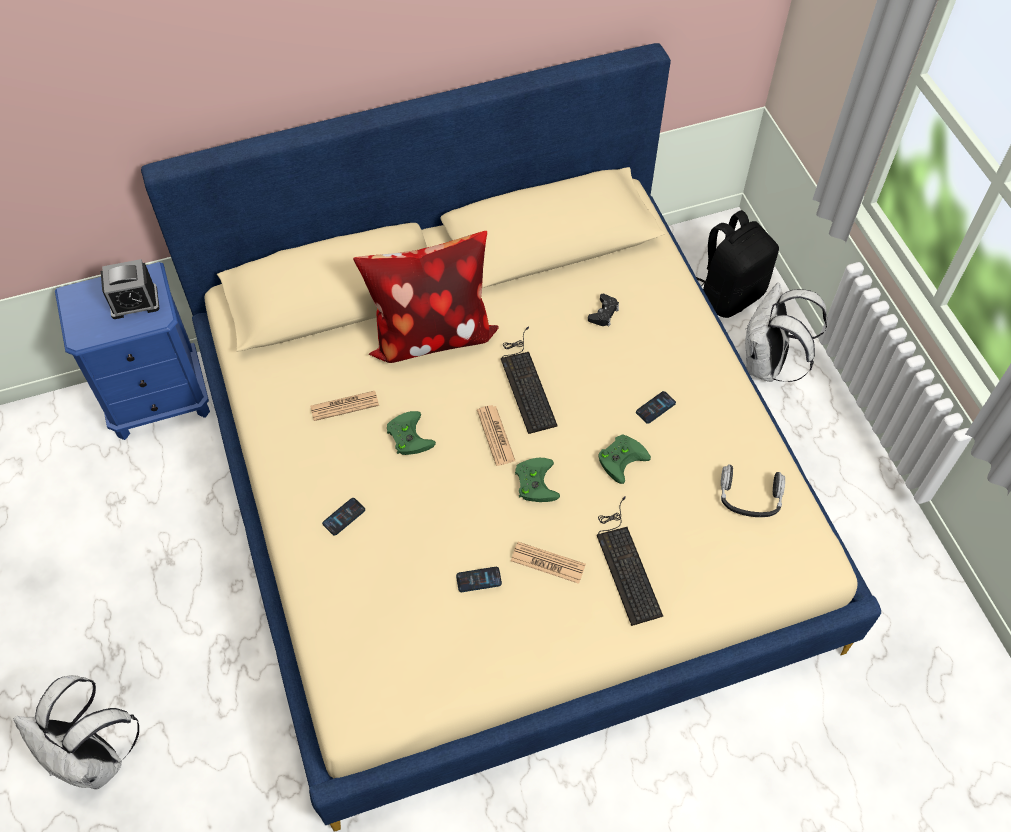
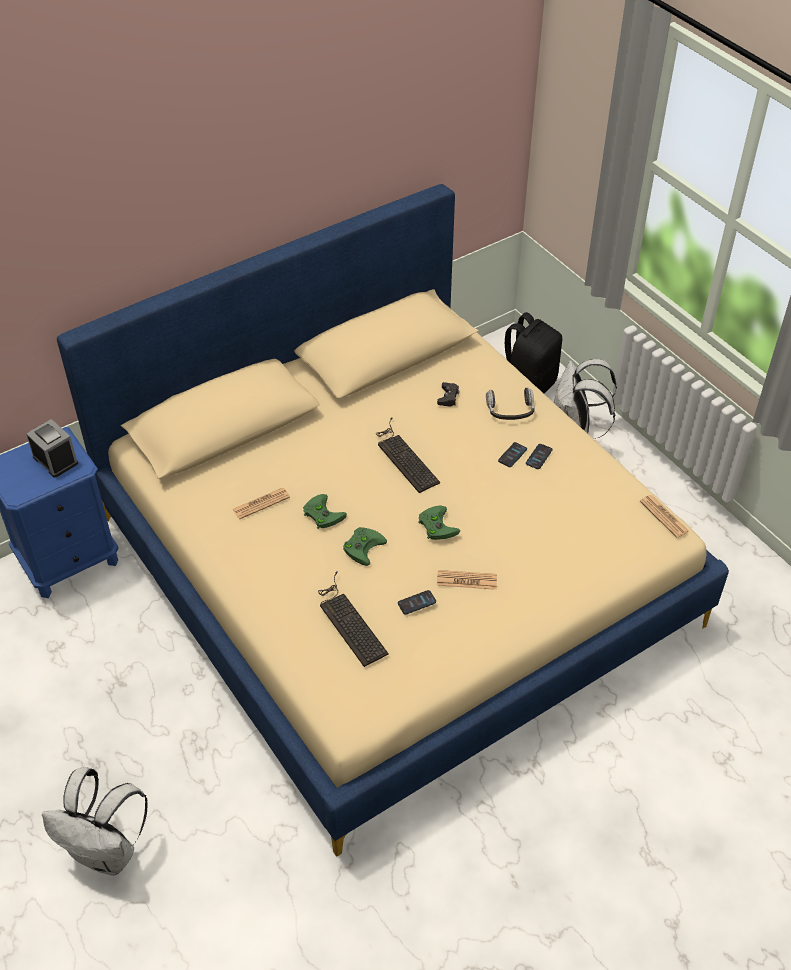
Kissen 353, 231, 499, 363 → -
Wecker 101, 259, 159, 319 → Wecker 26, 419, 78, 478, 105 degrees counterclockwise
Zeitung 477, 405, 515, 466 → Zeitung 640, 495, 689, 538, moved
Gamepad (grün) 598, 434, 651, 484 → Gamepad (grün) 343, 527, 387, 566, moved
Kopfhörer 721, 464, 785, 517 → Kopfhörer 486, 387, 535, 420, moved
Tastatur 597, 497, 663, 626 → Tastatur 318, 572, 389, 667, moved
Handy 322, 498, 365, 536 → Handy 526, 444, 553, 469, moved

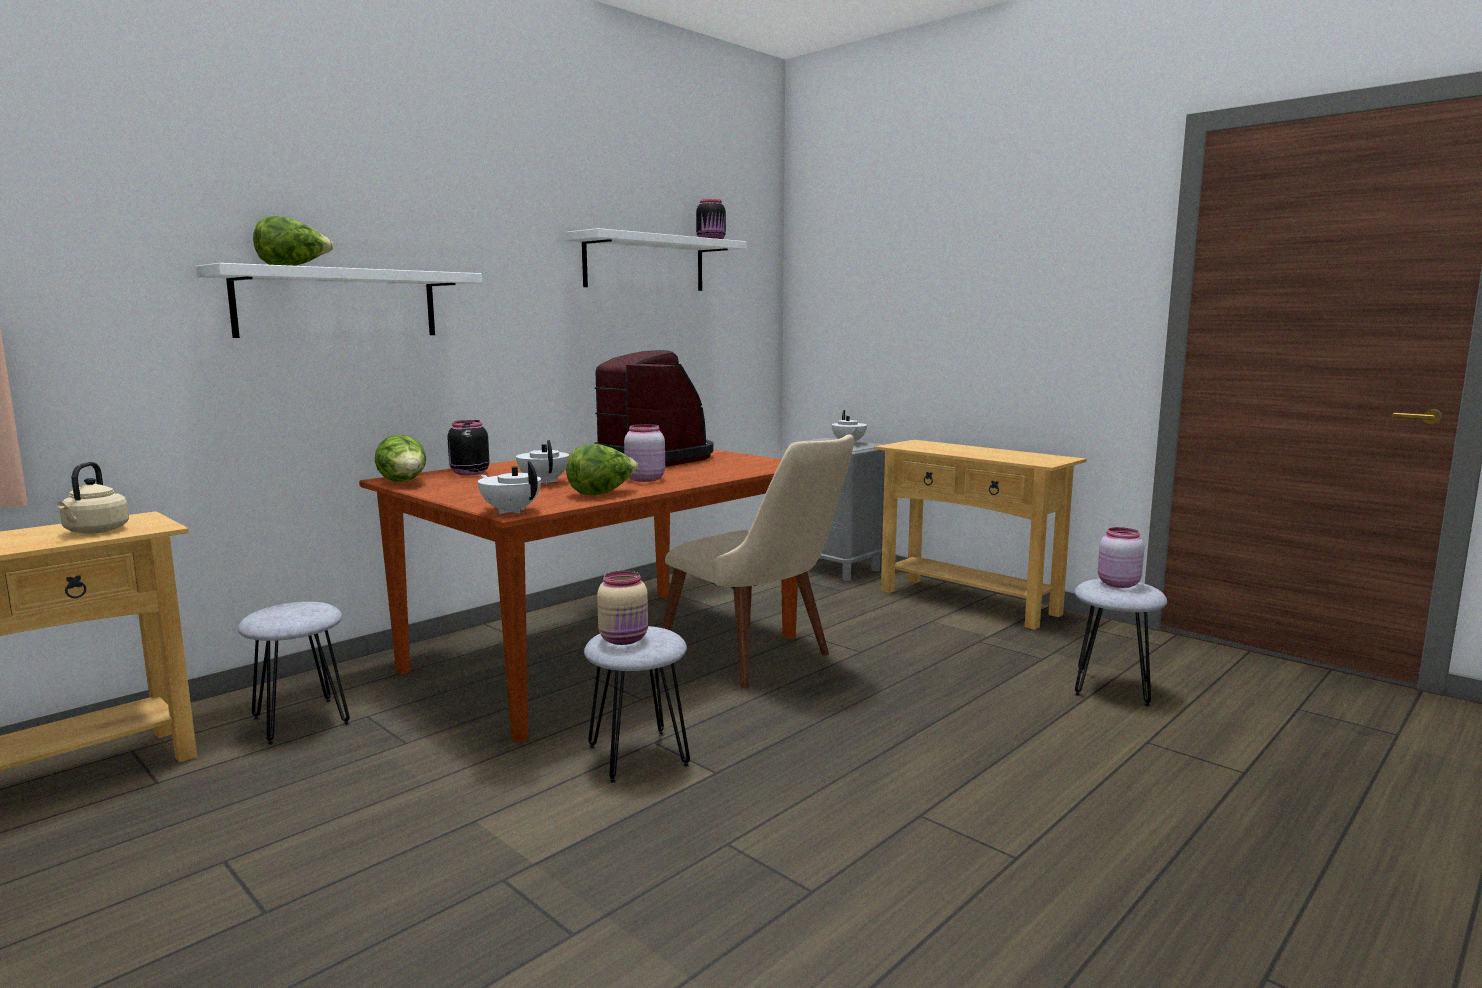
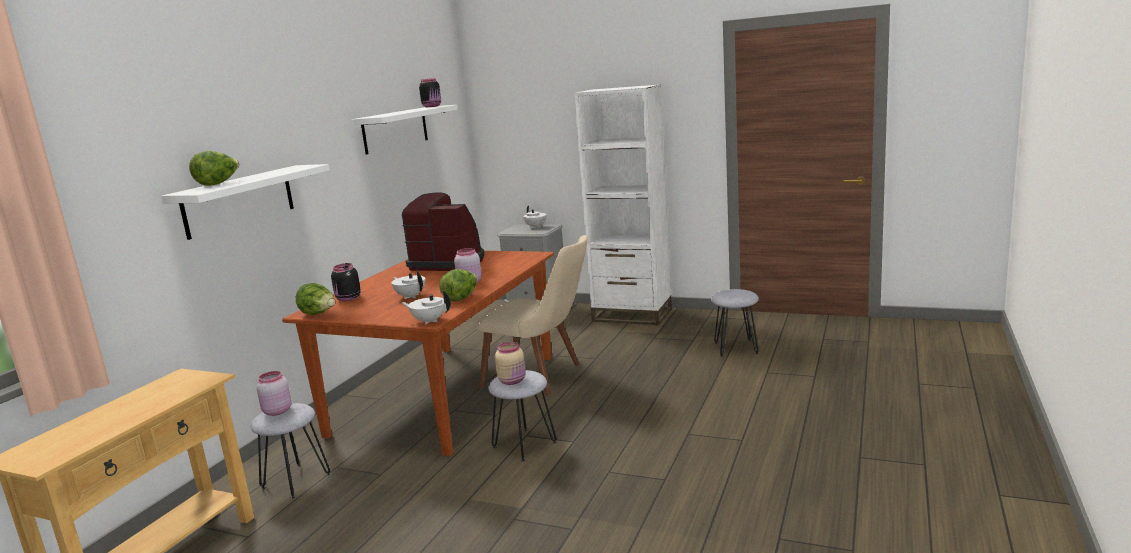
Konsolentisch (beige) 874, 440, 1087, 630 → Bücherregal (weiß) 574, 85, 672, 325
Wasserkessel (beige) 57, 462, 129, 534 → -
Vorratsglas (rosa) 1098, 527, 1144, 588 → Vorratsglas (rosa) 256, 371, 292, 416, moved

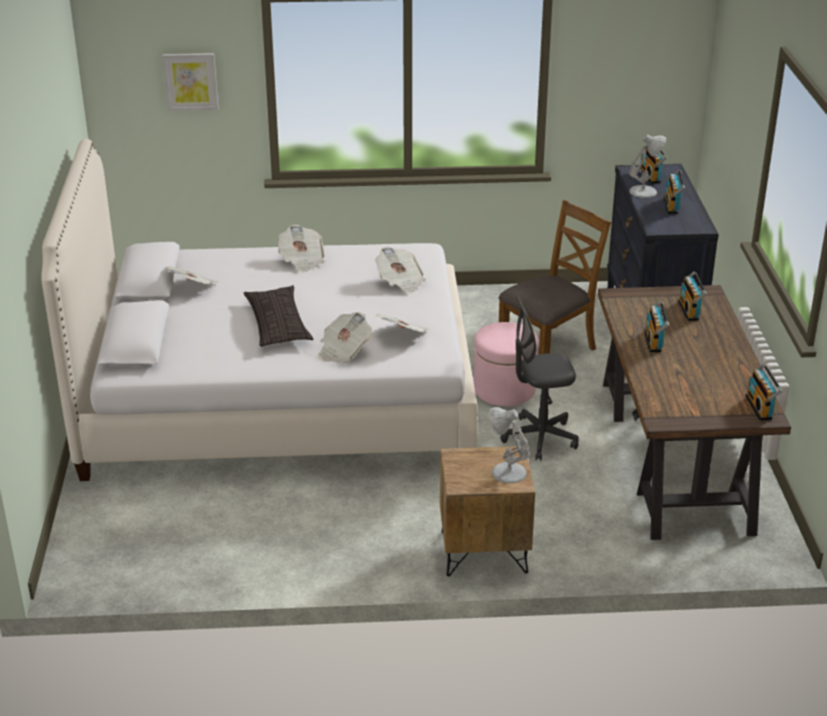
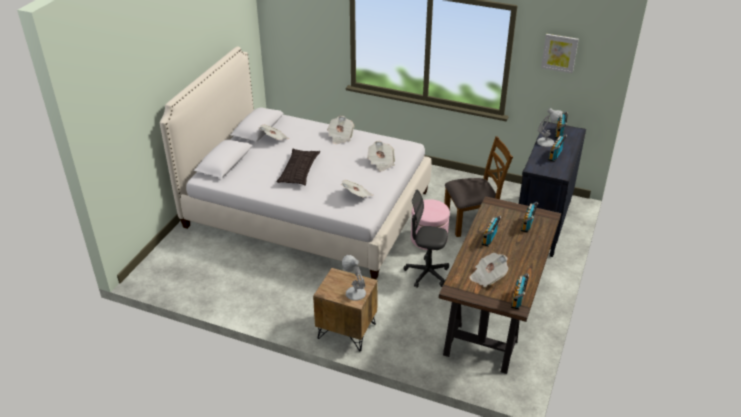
Bild 162, 53, 218, 111 → Bild 541, 34, 579, 73, moved
Zeitung 317, 312, 372, 363 → Zeitung 469, 253, 508, 287, moved

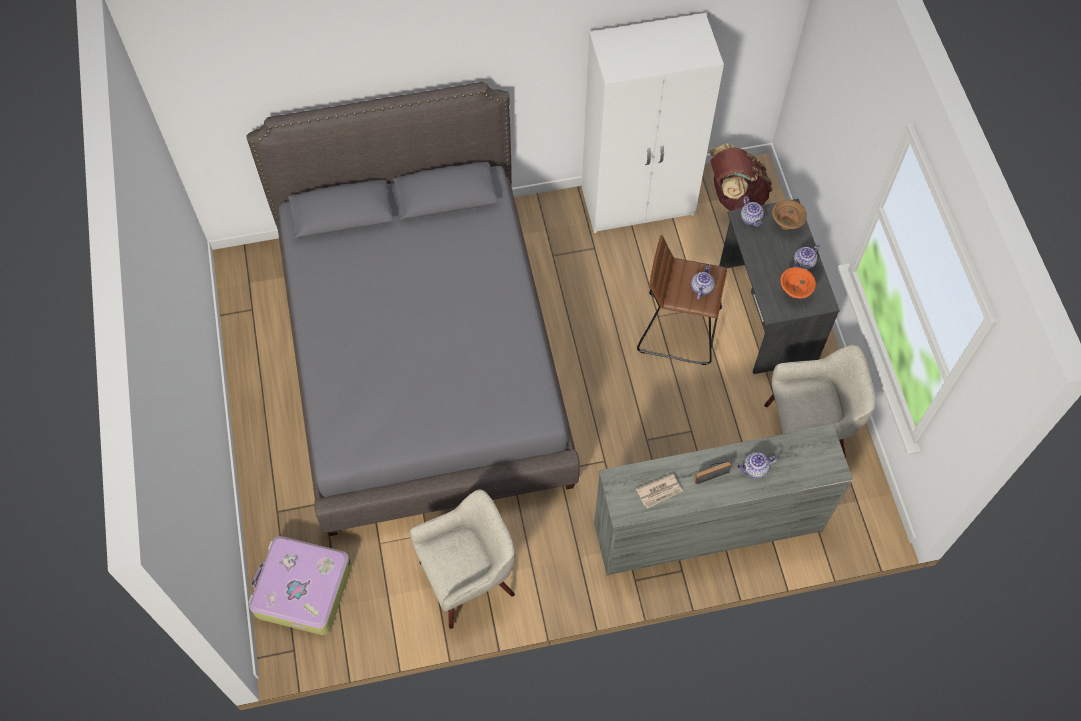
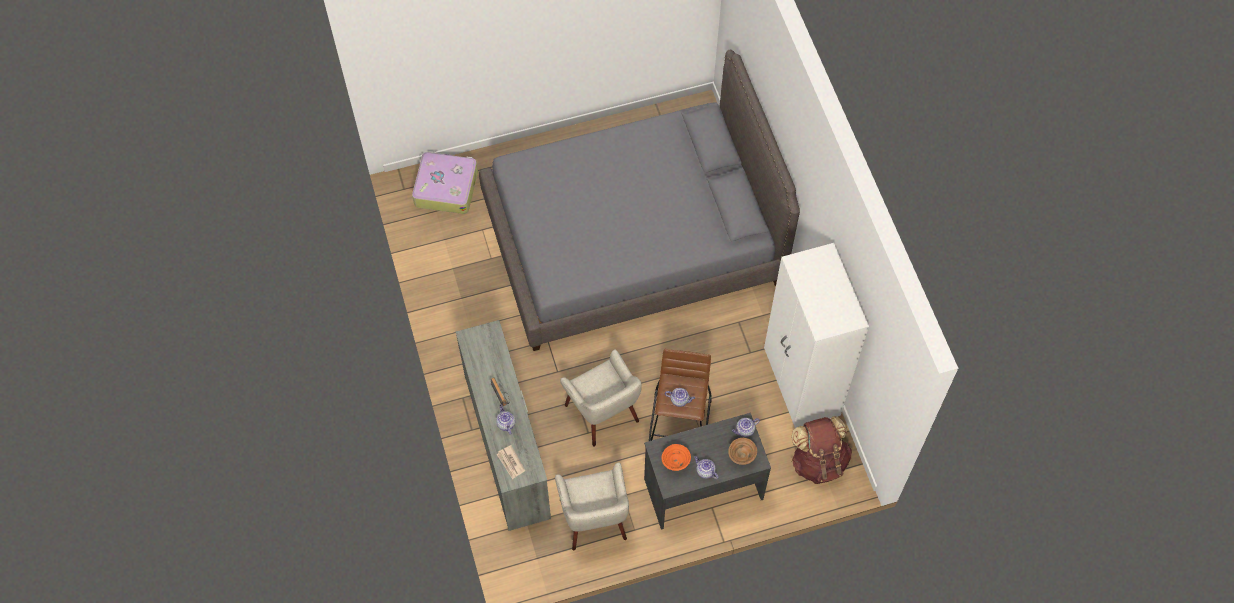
Zeitung 636, 473, 683, 509 → Zeitung 497, 445, 525, 479, moved
Sessel (beige) 410, 490, 515, 629 → Sessel (beige) 560, 349, 642, 447, moved

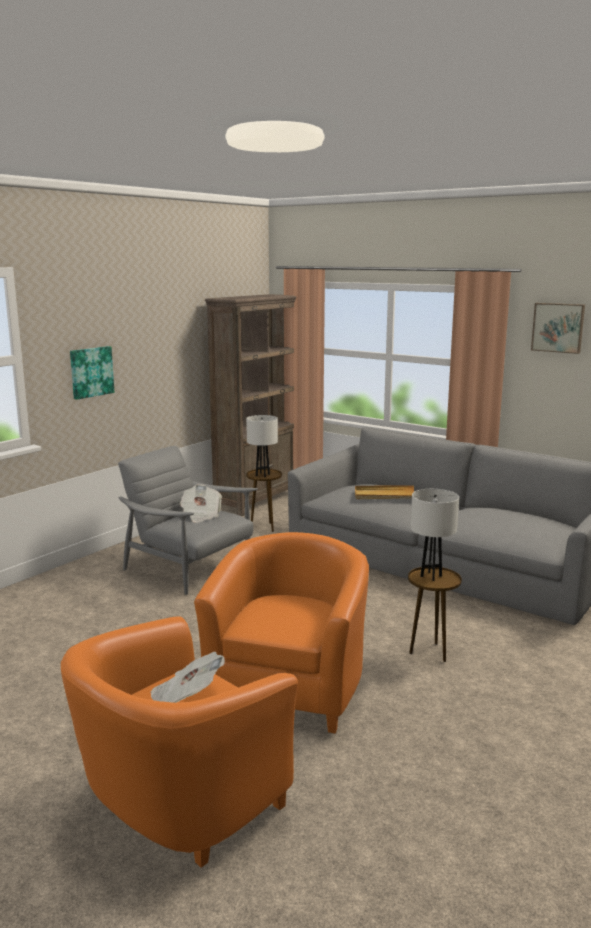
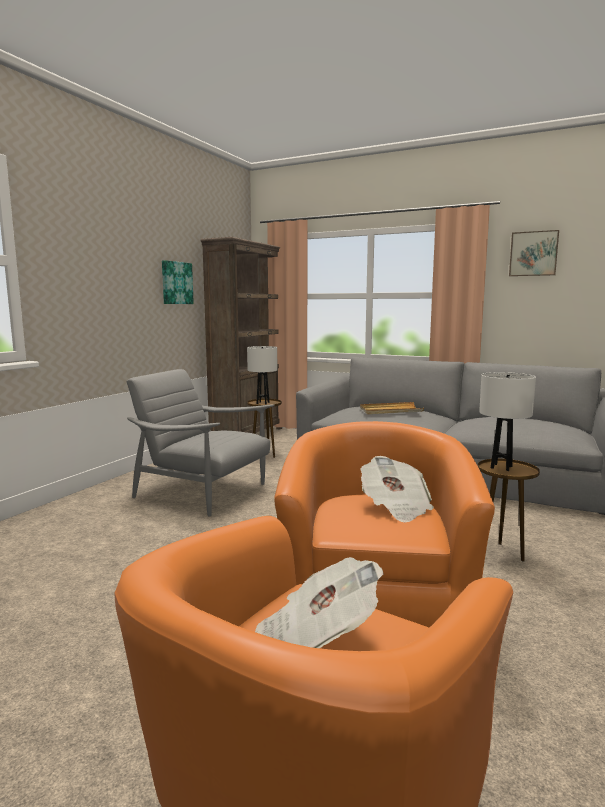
Bild 70, 346, 114, 400 → Bild 162, 260, 194, 304, moved
Zeitung 180, 484, 222, 523 → Zeitung 360, 456, 434, 523, moved

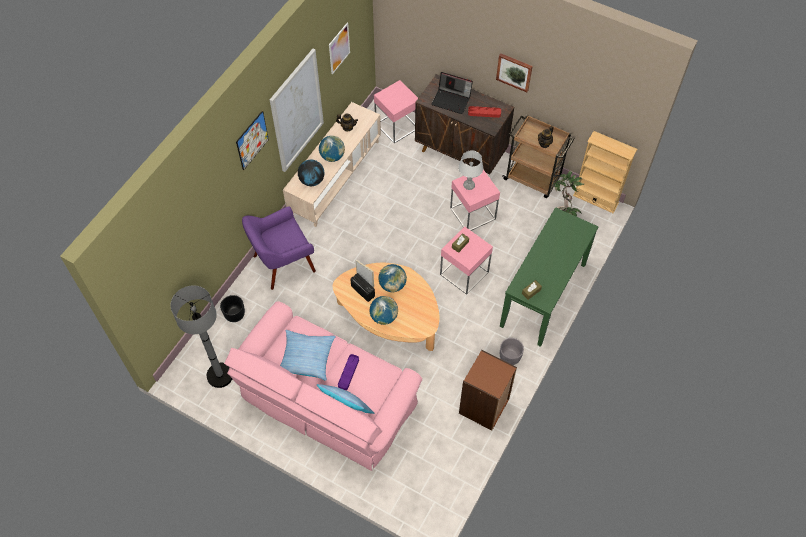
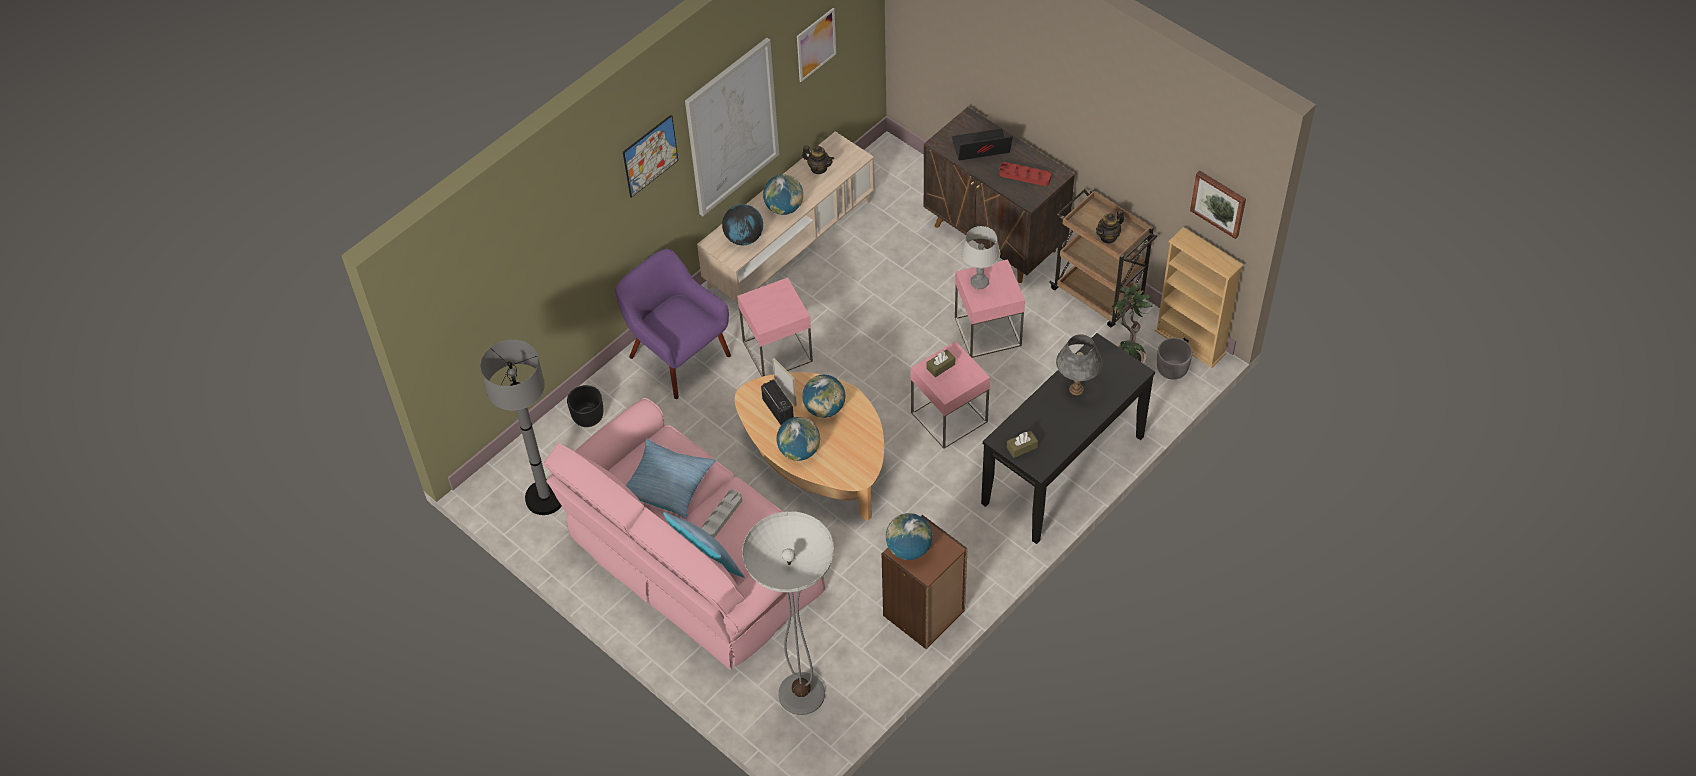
Bild 496, 53, 533, 92 → Bild 1190, 170, 1246, 239, moved
Laptop 431, 72, 473, 114 → Laptop 952, 129, 1013, 160, 135 degrees clockwise
Beistelltisch (rosa) 374, 80, 418, 143 → Beistelltisch (rosa) 737, 277, 813, 377, moved
Sessel (lila) 242, 206, 316, 290 → Sessel (lila) 616, 249, 731, 399, 60 degrees clockwise
Konsolentisch (grün) 500, 207, 598, 347 → Konsolentisch (schwarz) 981, 333, 1155, 544
Pflanzkübel (grau) 500, 338, 524, 365 → Pflanzkübel (grau) 1157, 338, 1193, 380, moved
Tablett (lila) 338, 354, 359, 390 → Tablett (grau) 701, 490, 742, 538
- → Tischlampe (grau) 1056, 334, 1103, 395
- → Stehlampe 742, 511, 834, 715
- → Globus 886, 513, 933, 560

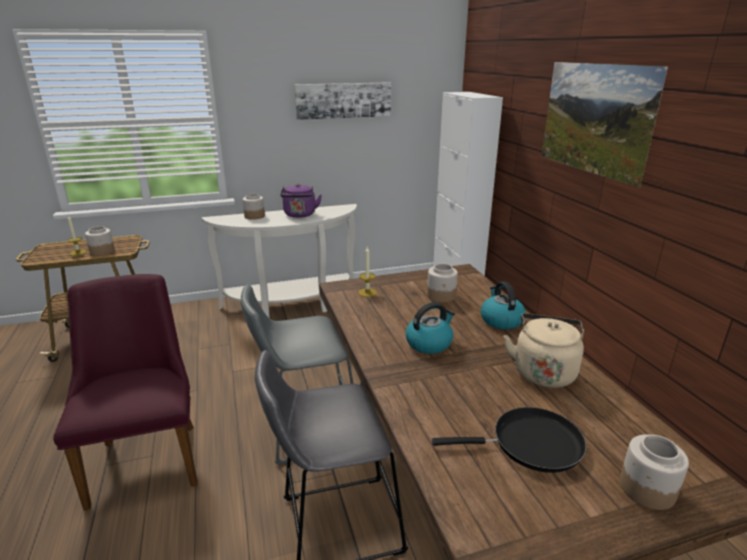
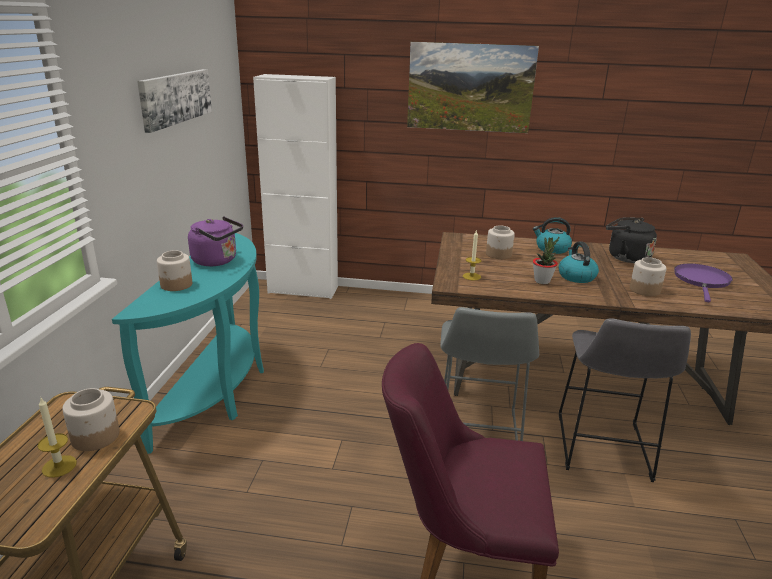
Konsolentisch (weiß) 202, 204, 357, 317 → Konsolentisch (türkis) 112, 233, 264, 454
Wasserkessel (beige) 504, 313, 584, 388 → Wasserkessel (schwarz) 606, 218, 657, 263
Pfanne (schwarz) 432, 407, 586, 473 → Pfanne (lila) 674, 264, 733, 302
Vorratsglas 620, 434, 689, 510 → Vorratsglas 630, 257, 667, 296, moved
- → Topfpflanze 533, 237, 559, 284

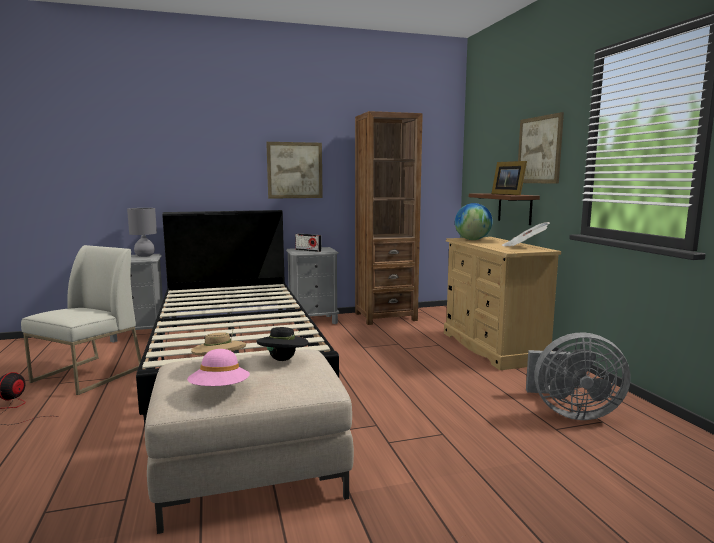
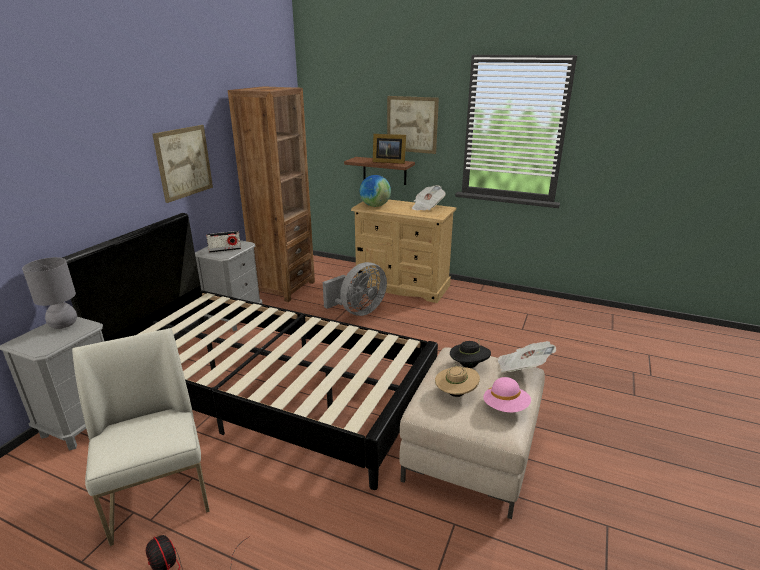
Ventilator (grau) 526, 332, 631, 420 → Ventilator (grau) 323, 262, 387, 316, moved
- → Zeitung 498, 341, 556, 372

